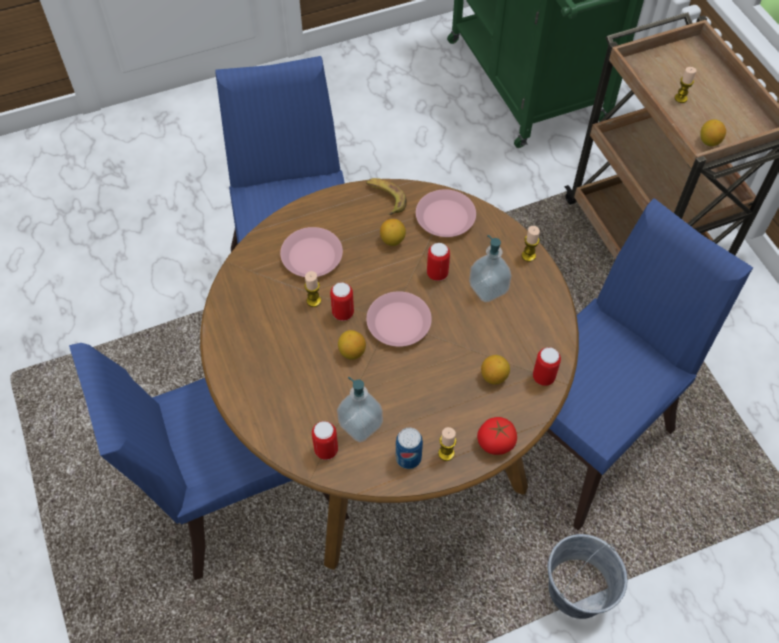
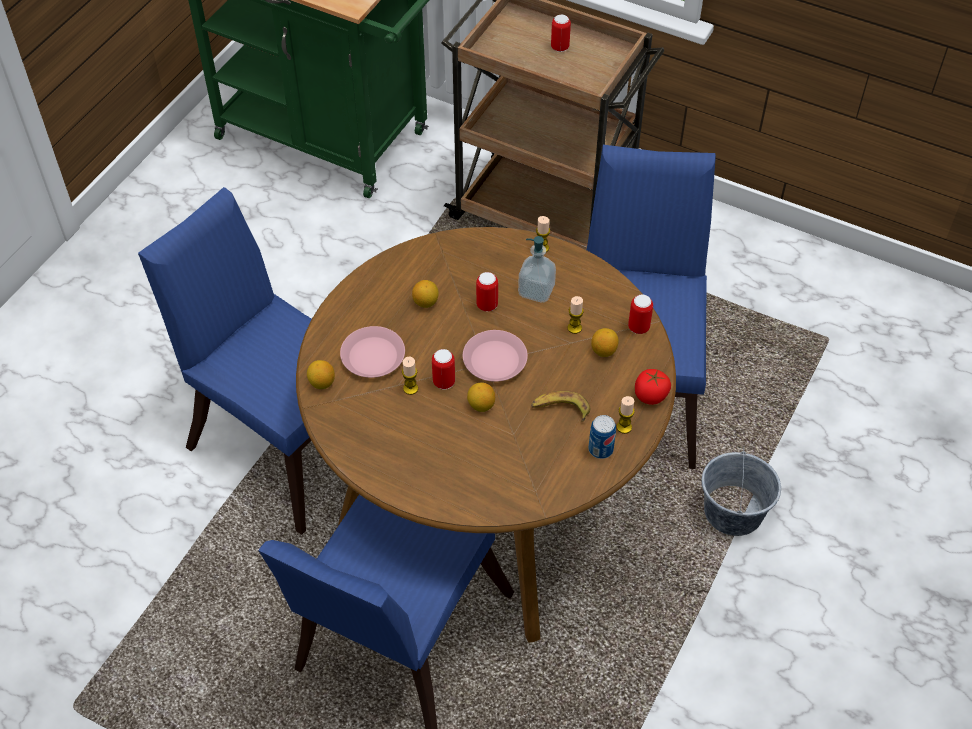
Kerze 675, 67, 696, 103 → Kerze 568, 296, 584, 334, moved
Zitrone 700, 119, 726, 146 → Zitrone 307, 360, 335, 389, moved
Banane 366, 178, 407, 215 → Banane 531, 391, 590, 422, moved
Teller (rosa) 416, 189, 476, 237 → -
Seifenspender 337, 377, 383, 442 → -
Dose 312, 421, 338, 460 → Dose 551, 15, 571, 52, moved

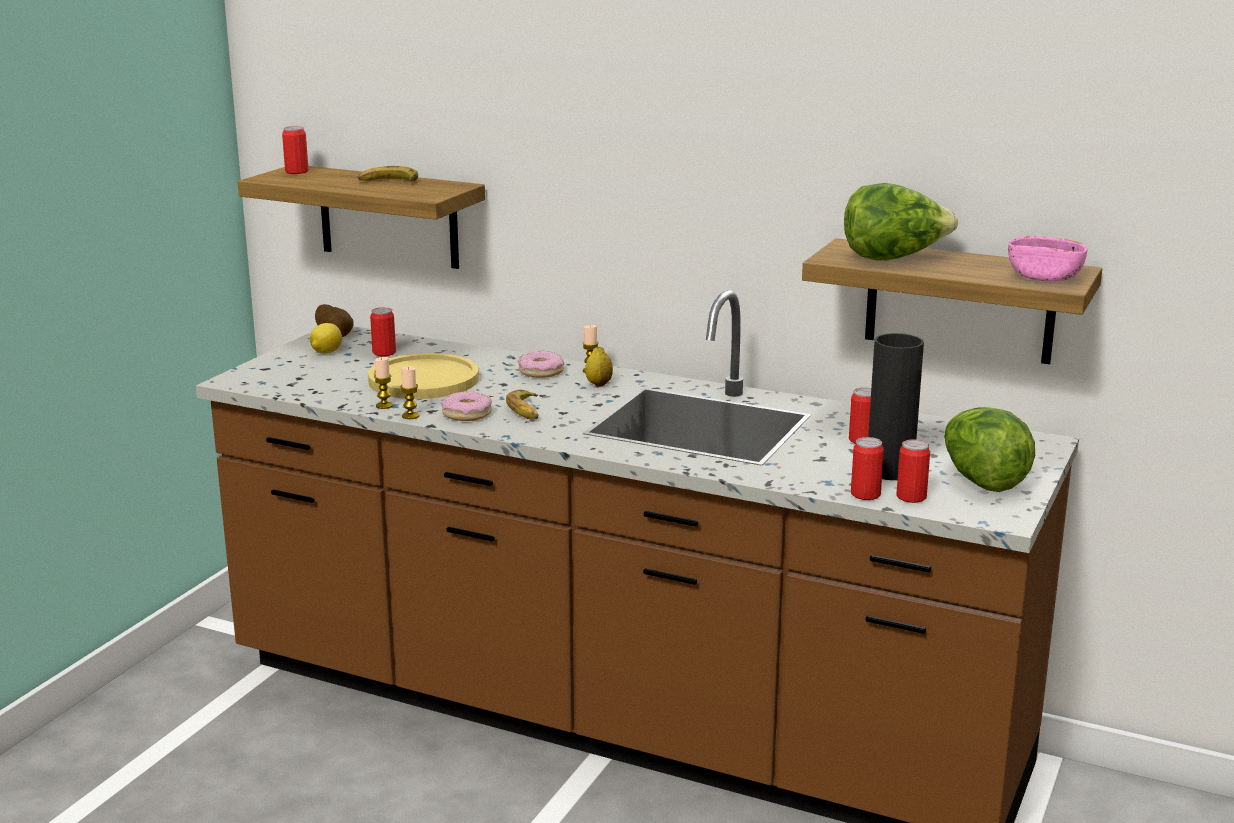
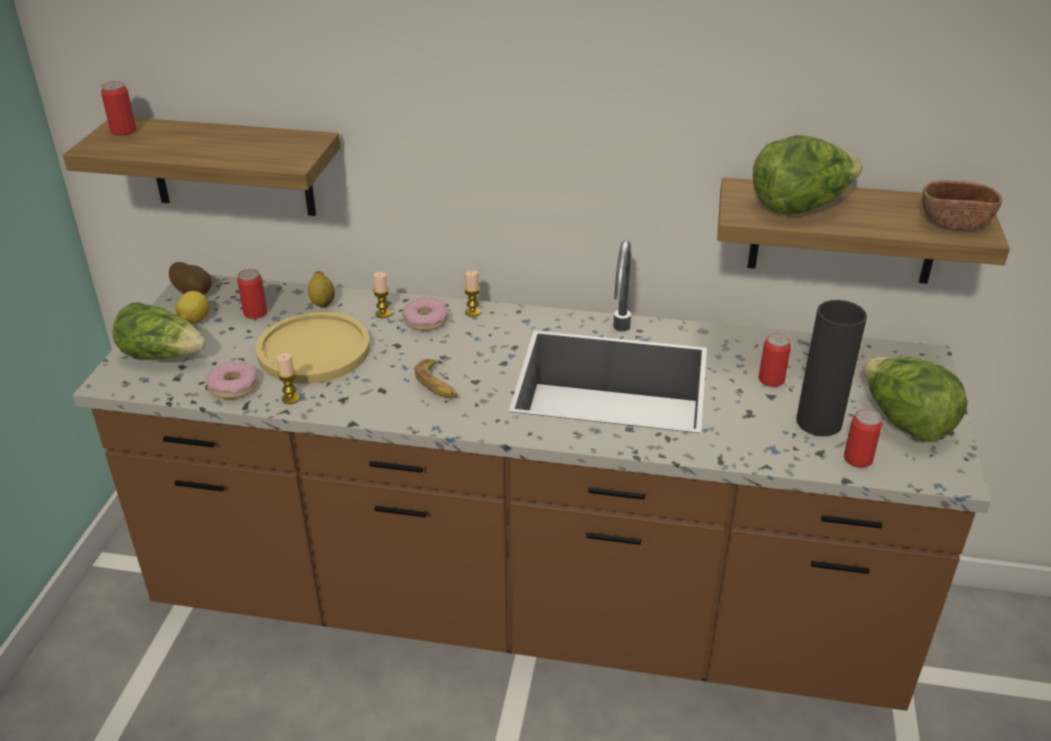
Banane 358, 166, 418, 181 → -
Schüssel (rosa) 1008, 236, 1087, 282 → Schüssel (braun) 922, 180, 1002, 231
Zitrone 585, 346, 613, 386 → Zitrone 308, 271, 335, 307, moved
Kerze 400, 367, 419, 419 → Kerze 373, 272, 391, 318, moved
Donut 442, 391, 492, 421 → Donut 206, 362, 258, 399, moved
Dose 851, 437, 884, 500 → -
- → Salatkopf 112, 302, 206, 359

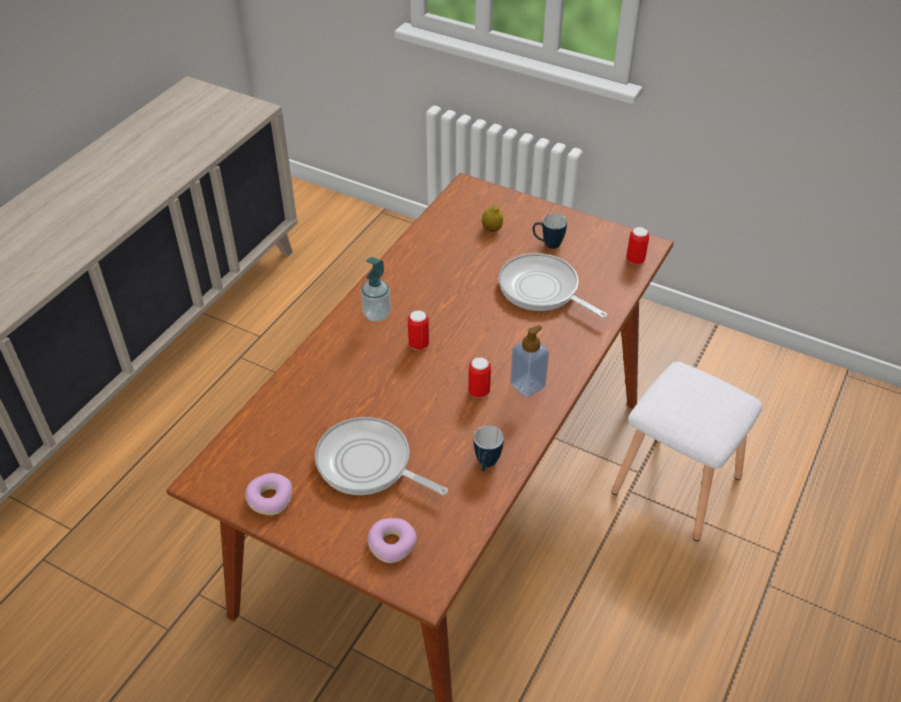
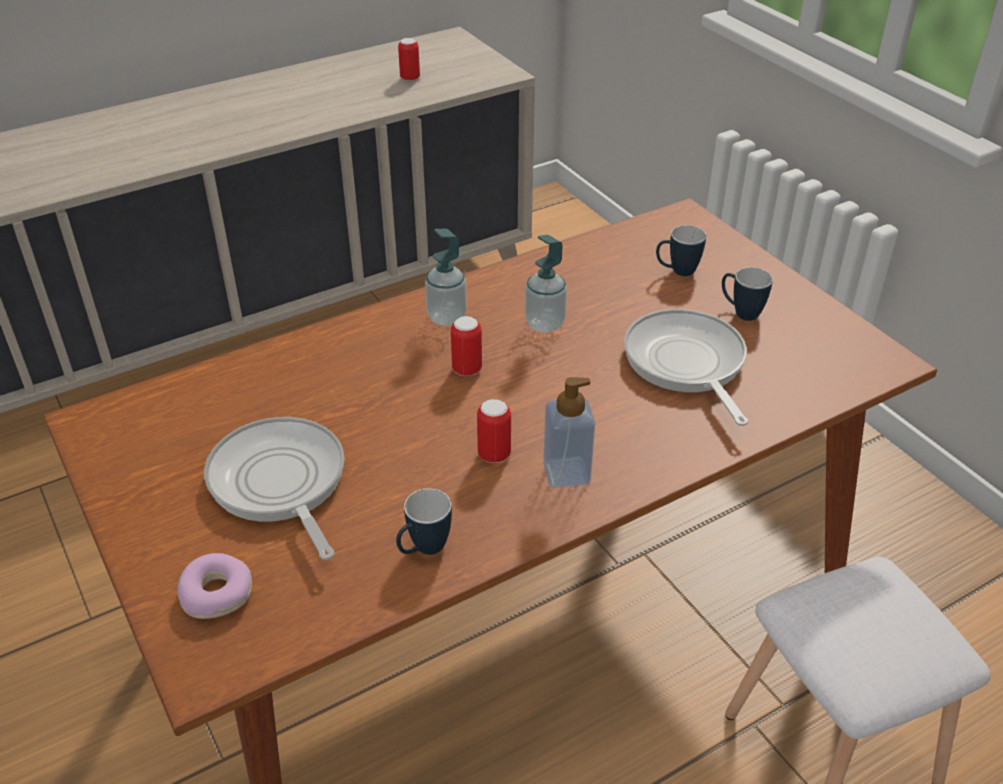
Zitrone 482, 206, 503, 232 → Henkelbecher 656, 225, 706, 276
Dose 626, 227, 649, 264 → Dose 398, 38, 420, 81, moved
Donut 245, 473, 292, 515 → -
- → Seifenspender 525, 235, 567, 333

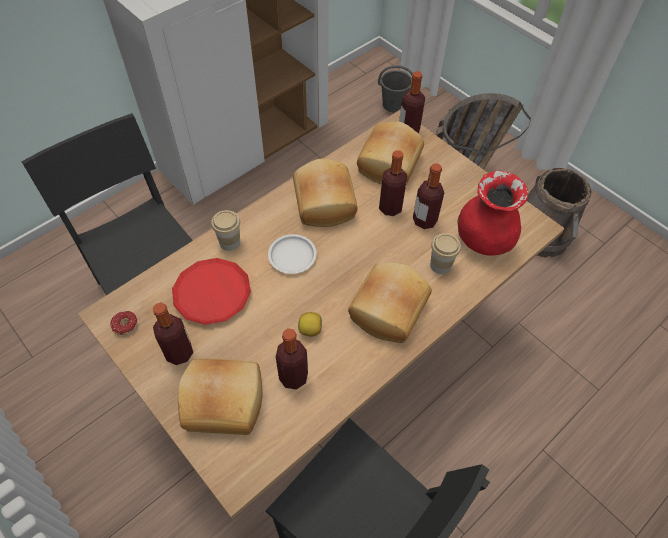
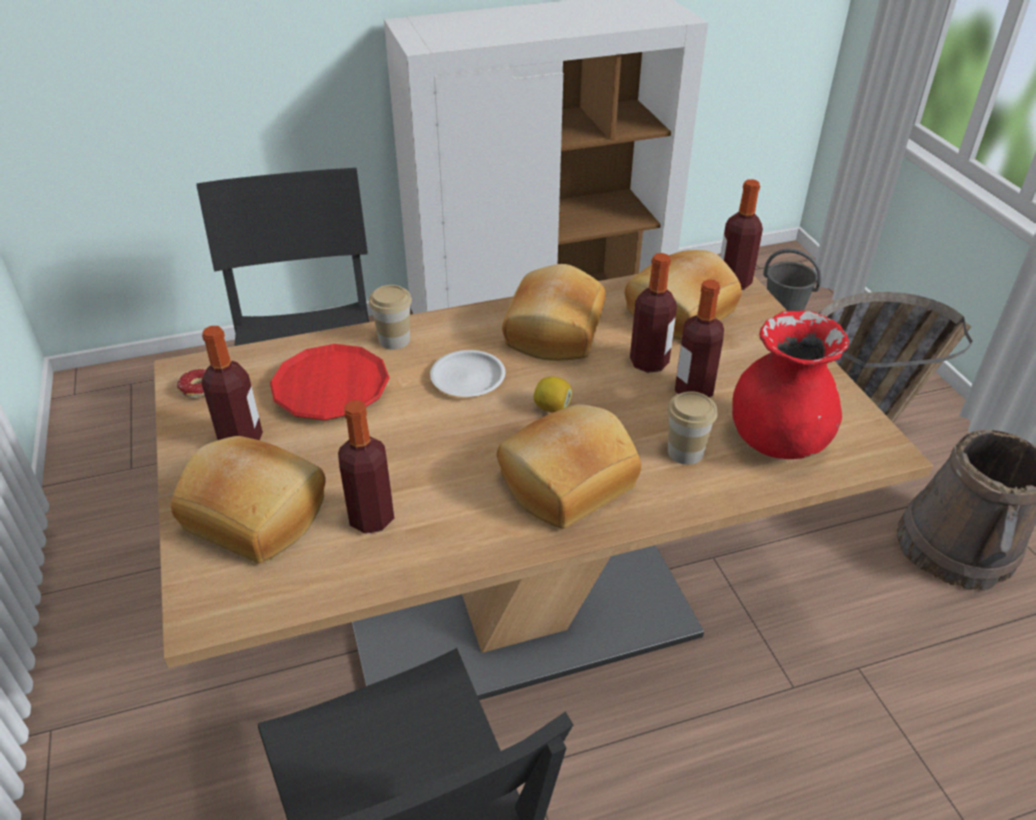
Zitrone 298, 312, 322, 337 → Zitrone 534, 376, 572, 413, moved

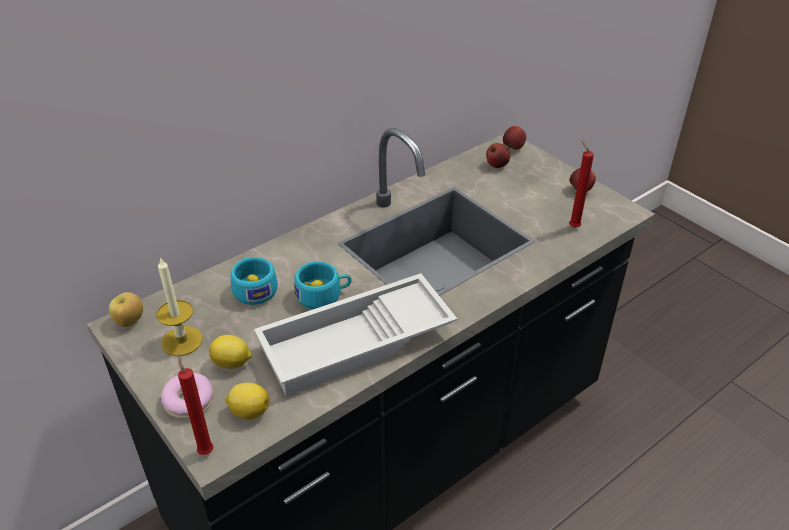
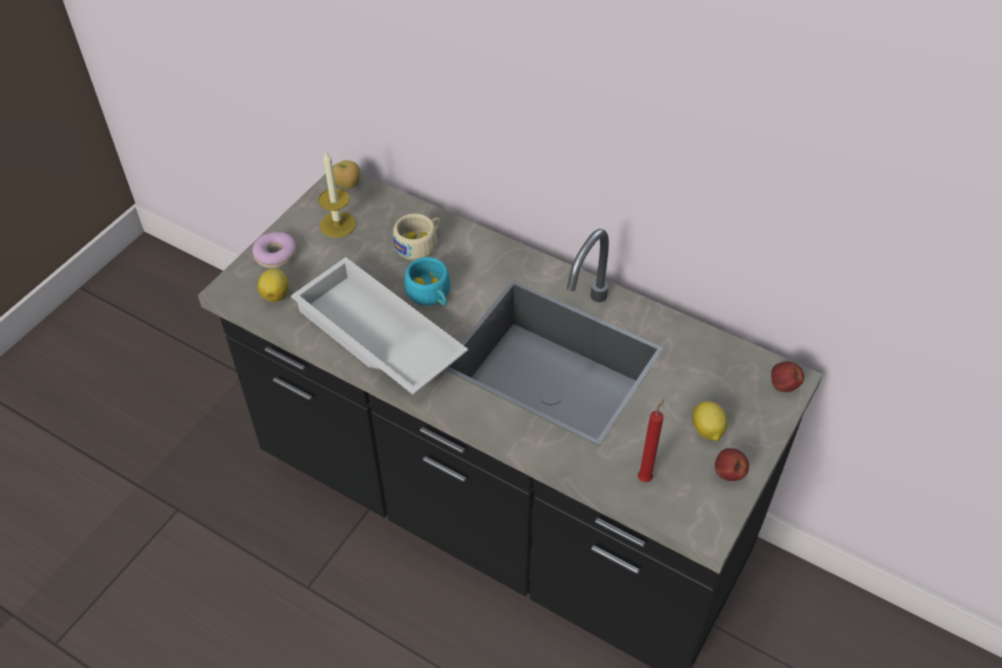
Apfel 486, 143, 510, 168 → -
Tasse (türkis) 230, 257, 278, 305 → Tasse (beige) 393, 214, 441, 260
Zitrone 209, 335, 252, 369 → Zitrone 692, 401, 727, 441, moved
Kerze (rot) 178, 353, 213, 455 → -

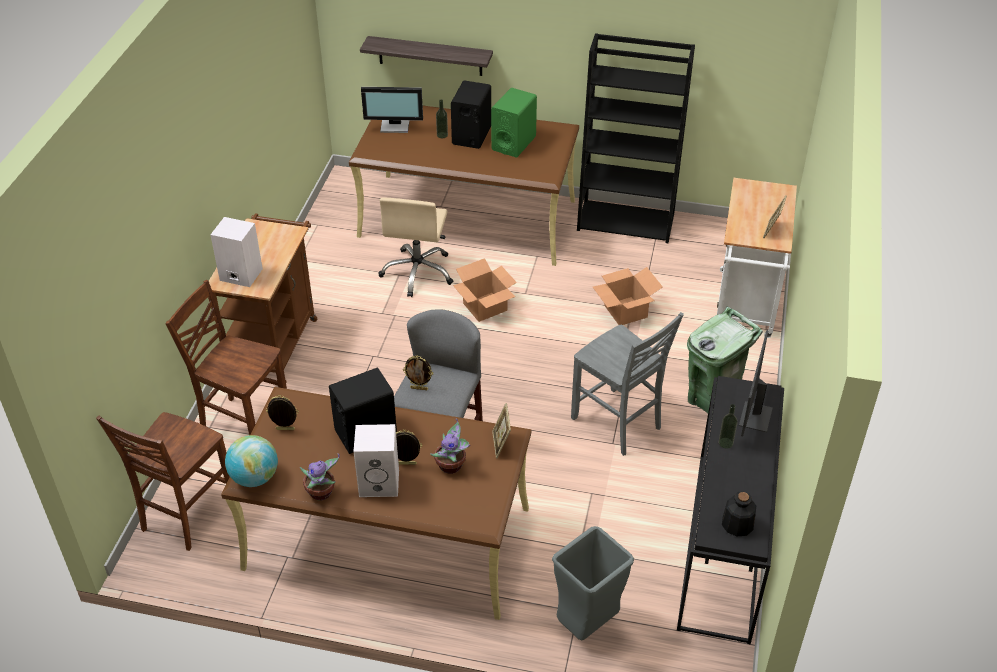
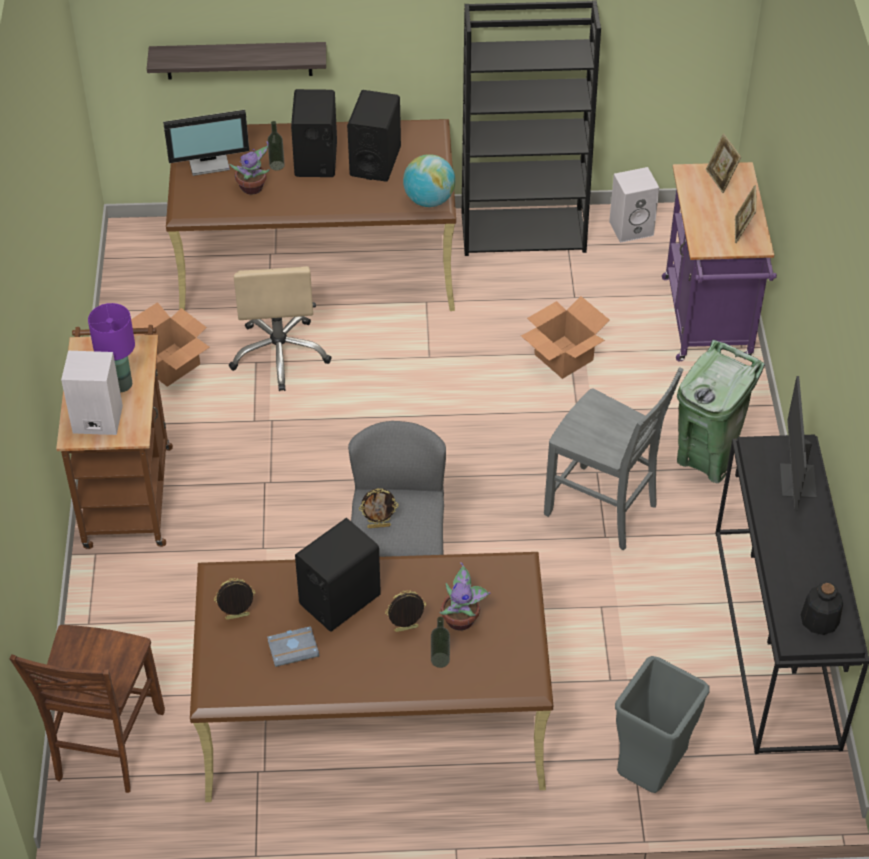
Lautsprecher (grün) 491, 88, 537, 158 → Lautsprecher (schwarz) 347, 90, 401, 182
Rollwagen (weiß) 717, 178, 797, 338 → Rollwagen (lila) 662, 162, 777, 361
Karton 453, 258, 517, 322 → Karton 131, 302, 209, 387, moved
Stuhl (braun) 165, 280, 287, 435 → -
Bilderrahmen 492, 403, 511, 459 → Bilderrahmen 706, 134, 741, 193, moved
Flasche 719, 404, 738, 449 → Flasche 431, 617, 450, 668, moved
Lautsprecher (weiß) 353, 424, 399, 497 → Lautsprecher (weiß) 609, 167, 659, 243, moved
Globus 225, 435, 278, 487 → Globus 403, 154, 455, 207, moved
Topfpflanze 300, 453, 340, 501 → Topfpflanze 229, 141, 270, 195, moved
- → Tischlampe (lila) 88, 303, 135, 392
- → Buch (grau) 267, 626, 319, 667

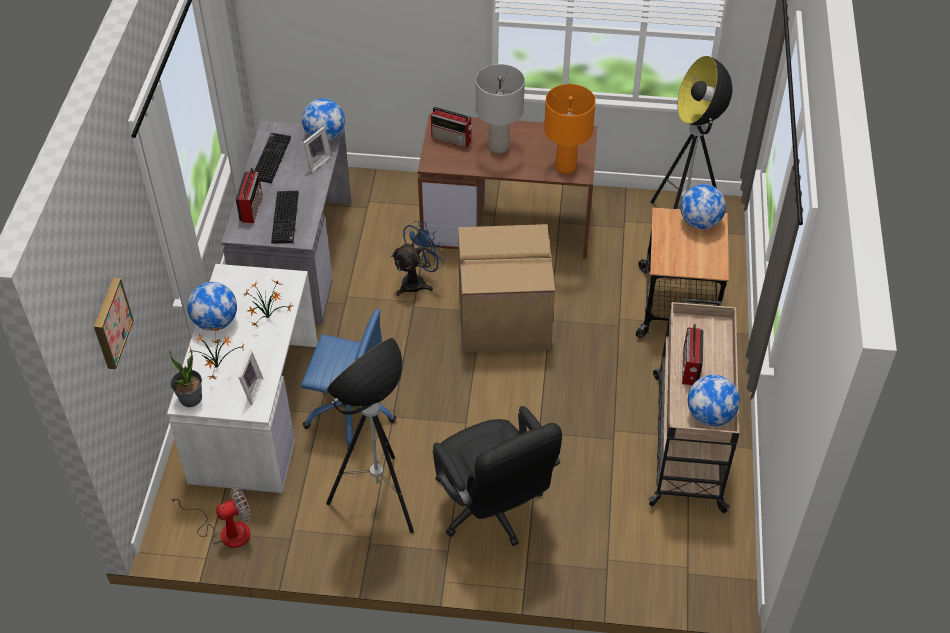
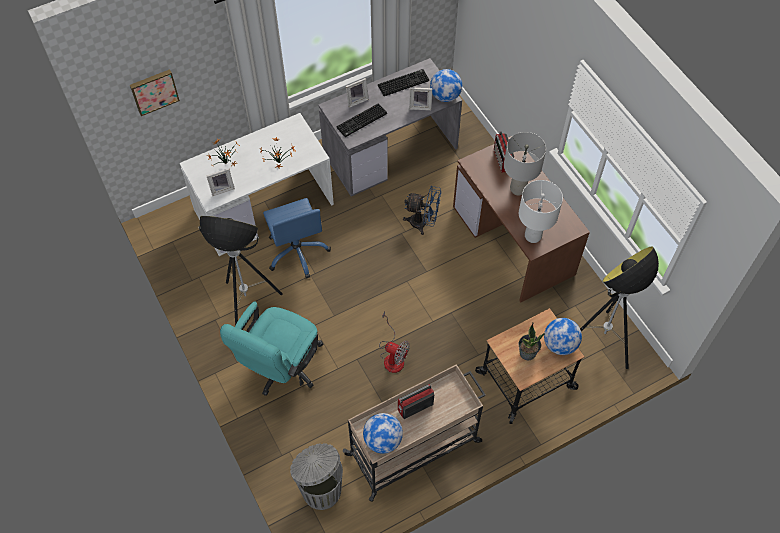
Tischlampe (orange) 544, 84, 596, 174 → Tischlampe (weiß) 519, 180, 563, 243
Radio 236, 167, 262, 223 → Bilderrahmen 346, 78, 368, 108
Karton 458, 224, 555, 353 → -
Globus 187, 282, 237, 331 → -
Topfpflanze 169, 349, 202, 407 → Topfpflanze 519, 323, 545, 360, moved
Bürostuhl (schwarz) 432, 406, 562, 546 → Bürostuhl (türkis) 220, 301, 324, 396
Ventilator 170, 487, 251, 548 → Ventilator 379, 311, 410, 373, moved
- → Mülleimer (grau) 290, 443, 343, 510

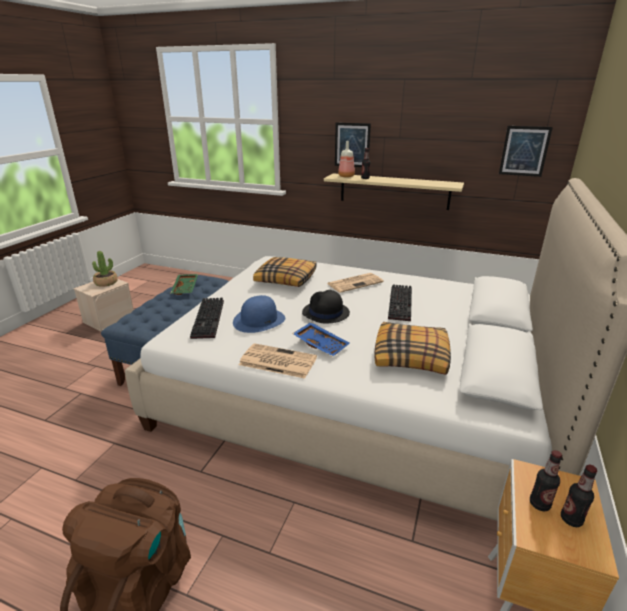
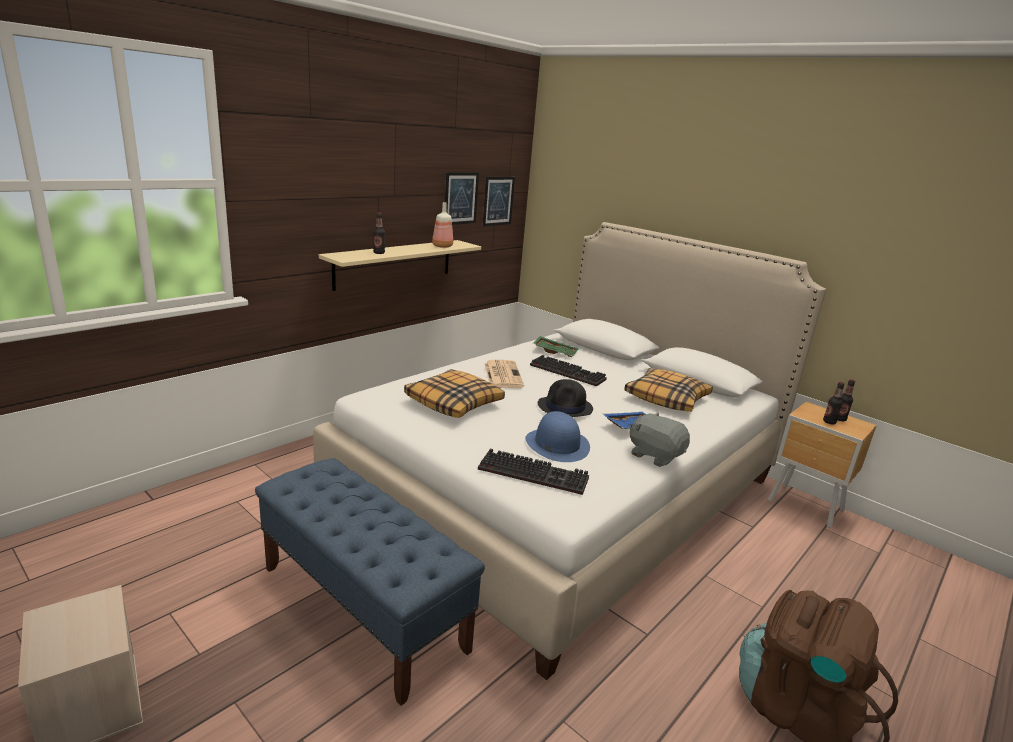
Bild 335, 122, 371, 167 → Bild 445, 172, 479, 225, moved
Flasche 338, 141, 355, 177 → Flasche 432, 202, 453, 248, moved
Topfpflanze 92, 251, 118, 287 → -
Tablett (grün) 170, 274, 198, 295 → Tablett (grün) 533, 336, 579, 357, moved
Zeitung 239, 343, 317, 379 → Plüschtier (grau) 629, 412, 690, 467

